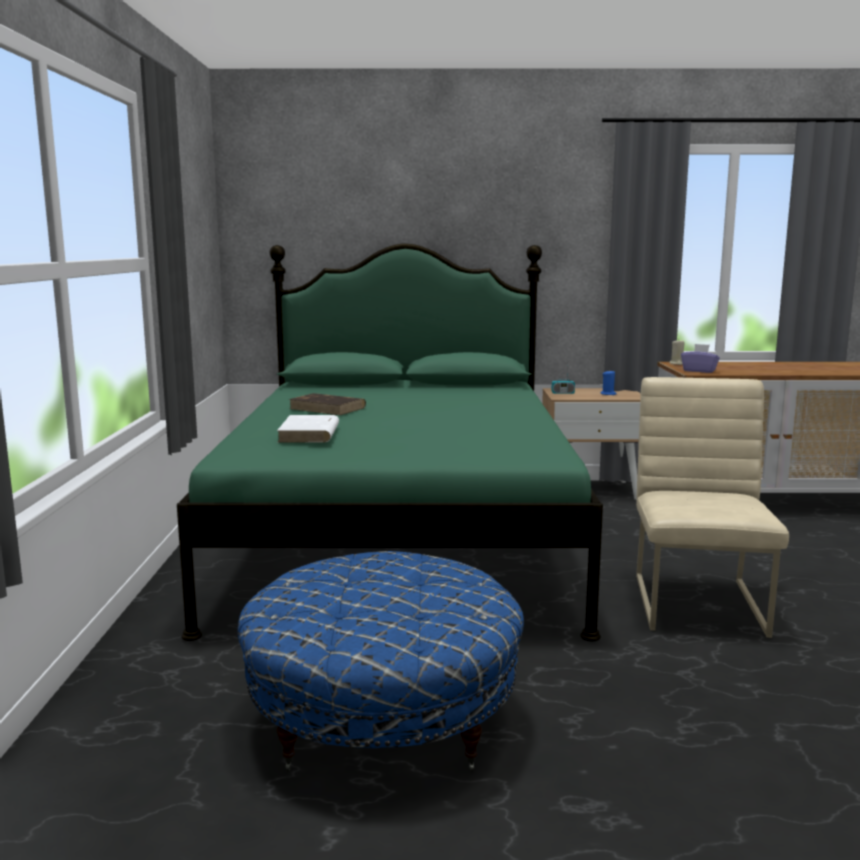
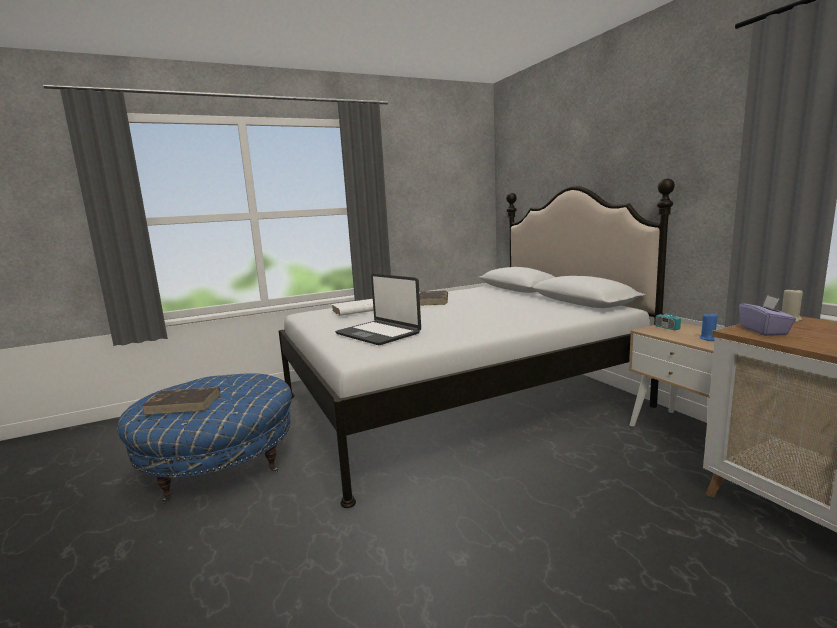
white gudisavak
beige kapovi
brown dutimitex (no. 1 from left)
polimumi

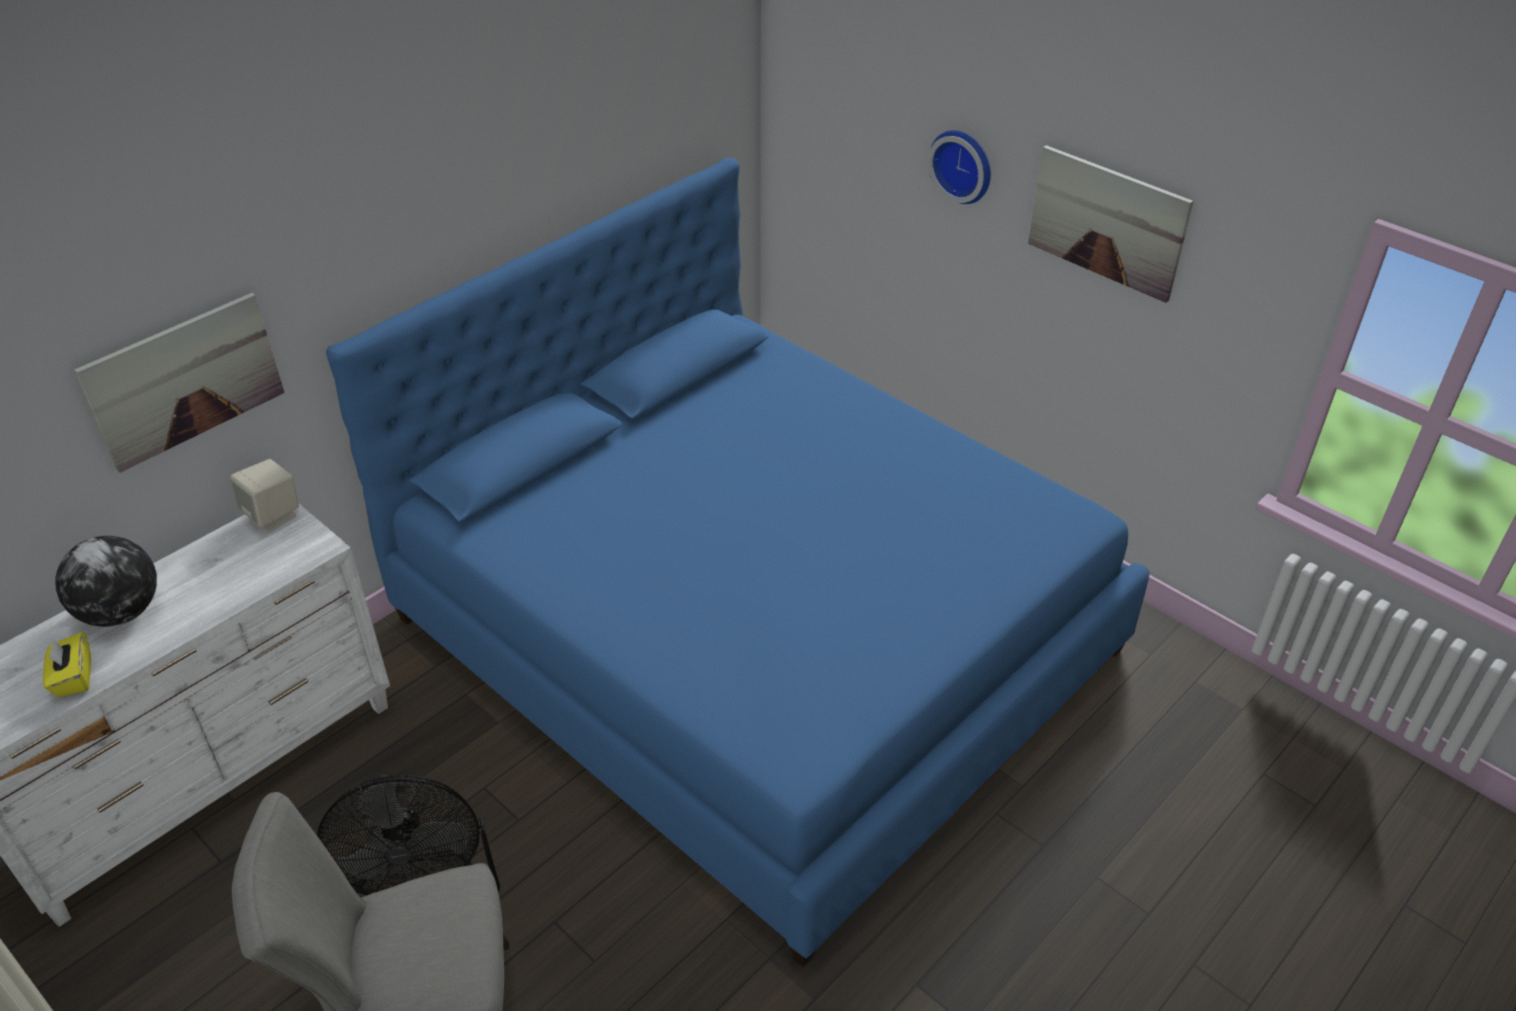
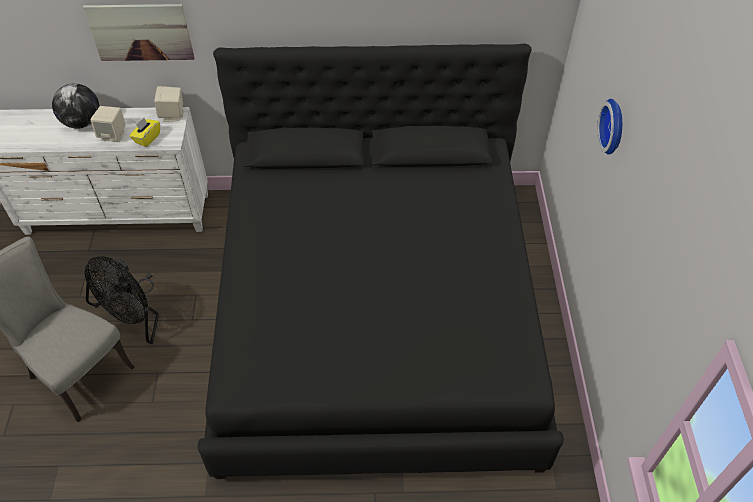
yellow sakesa
black gudisavak
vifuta (no. 2 from left in the first image)
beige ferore (no. 1 from left)

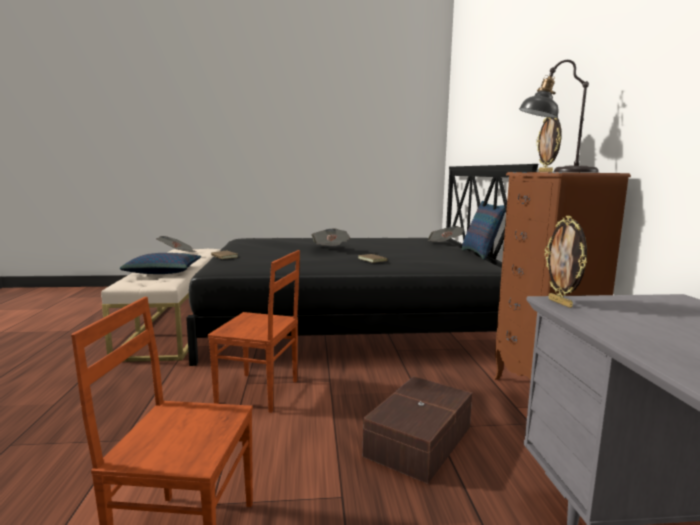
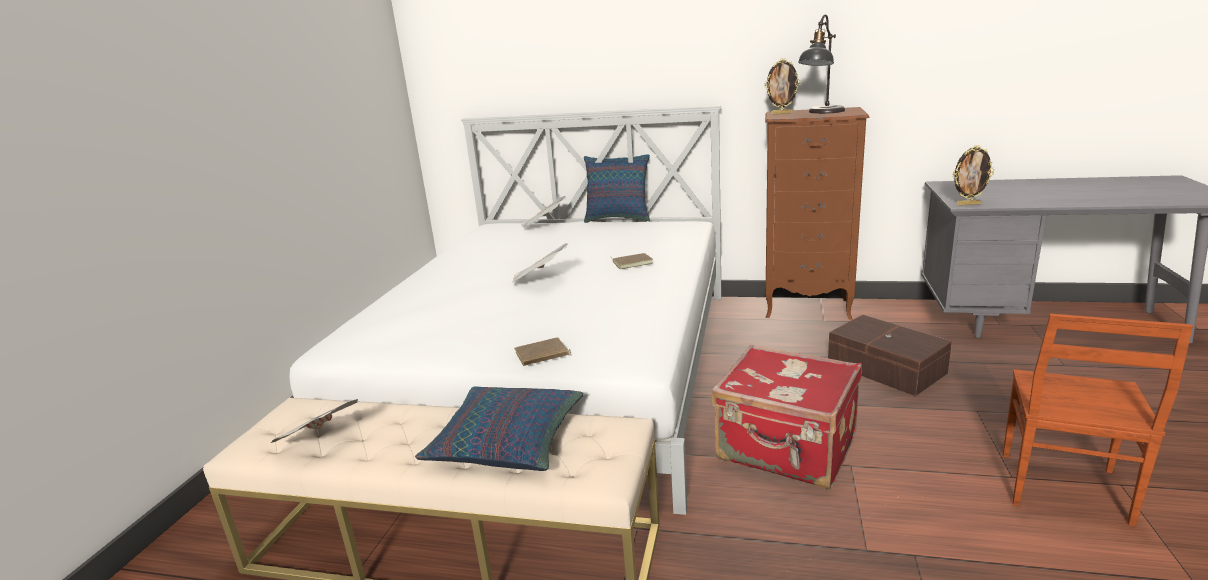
white gudisavak
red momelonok

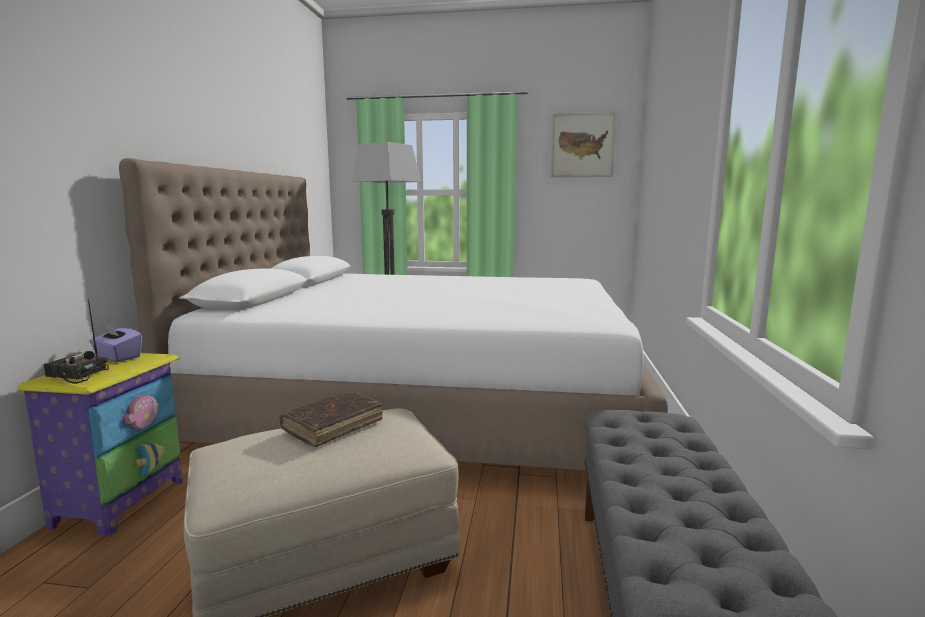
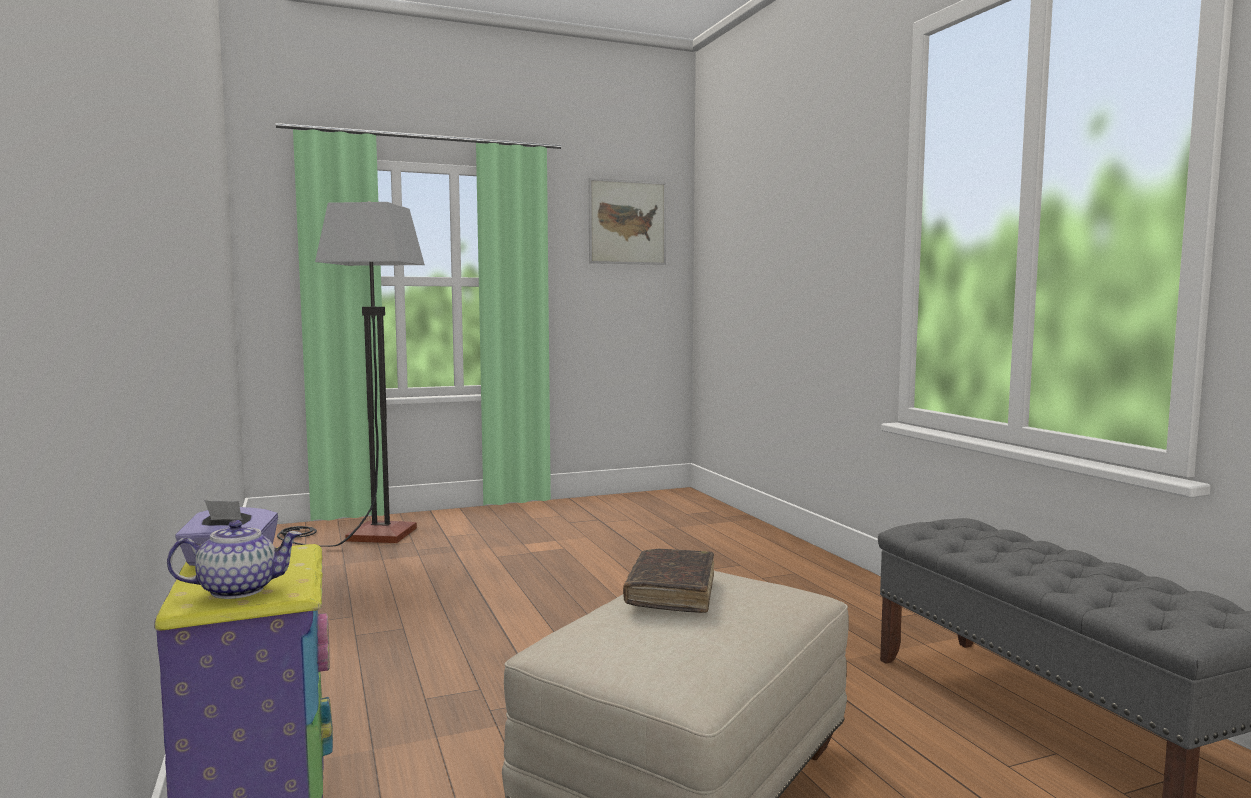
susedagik
white gudisavak

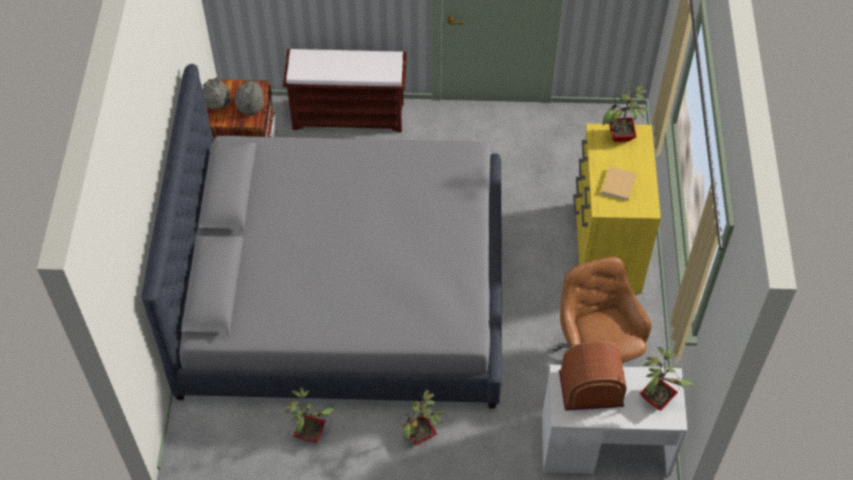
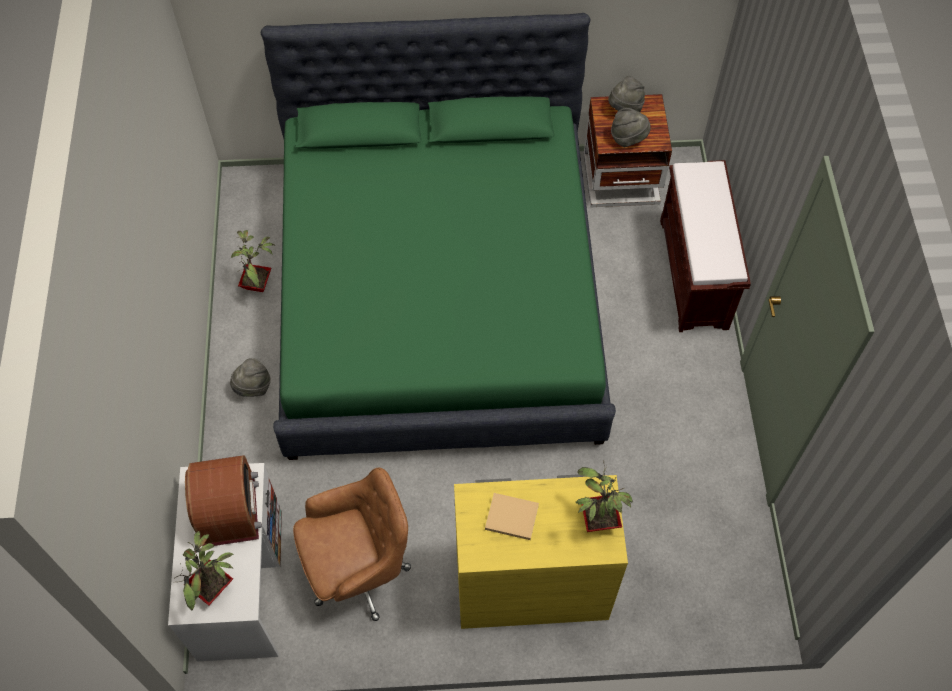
green gudisavak
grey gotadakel (no. 1 from left)

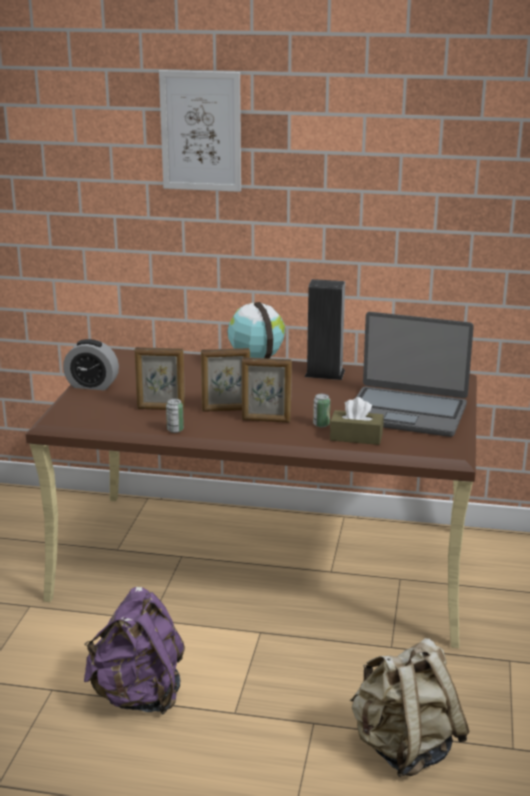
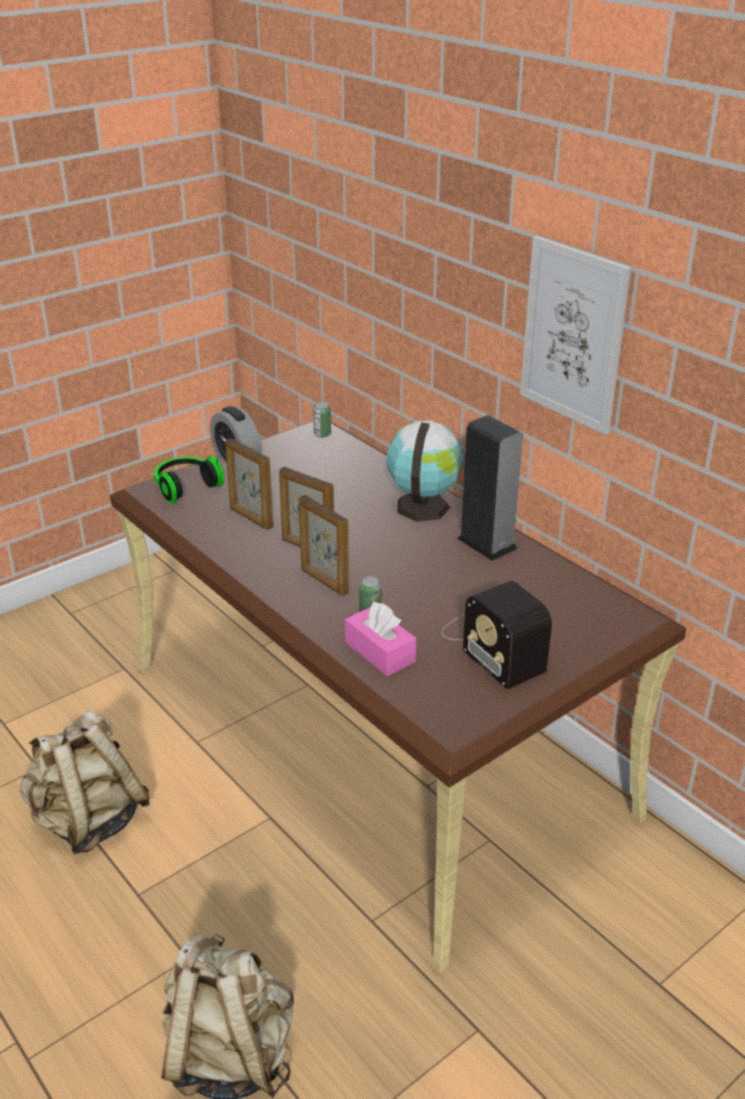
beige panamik (no. 1 from left)
vifuta
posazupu (no. 1 from left)
pink sakesa
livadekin
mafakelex

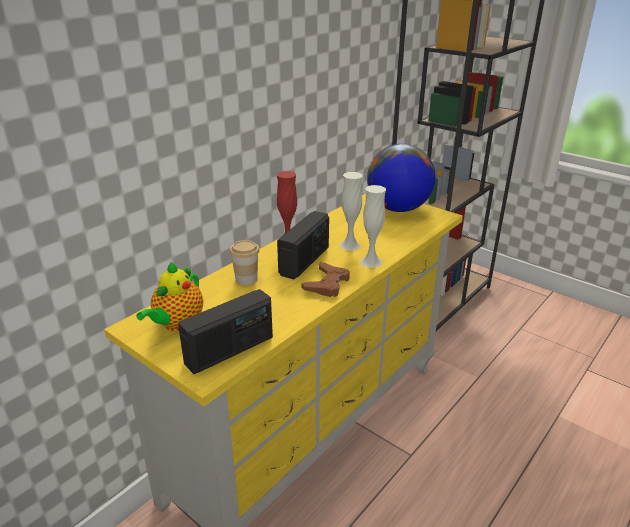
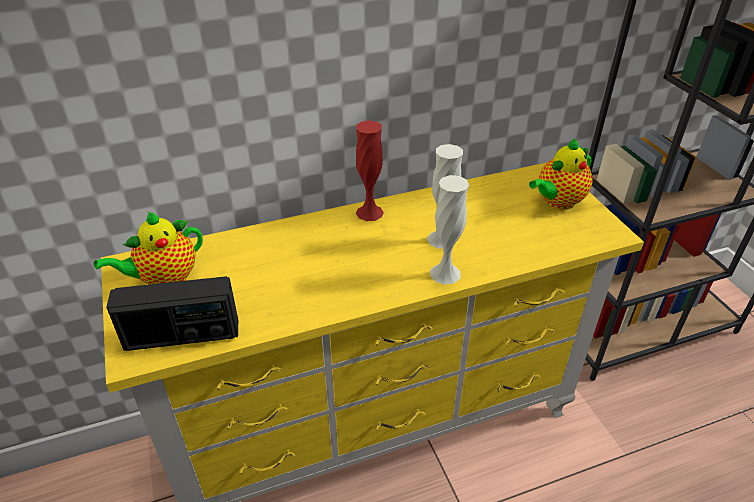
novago
livadekin (no. 2 from left in the first image)
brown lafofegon
susedagik (no. 2 from left)

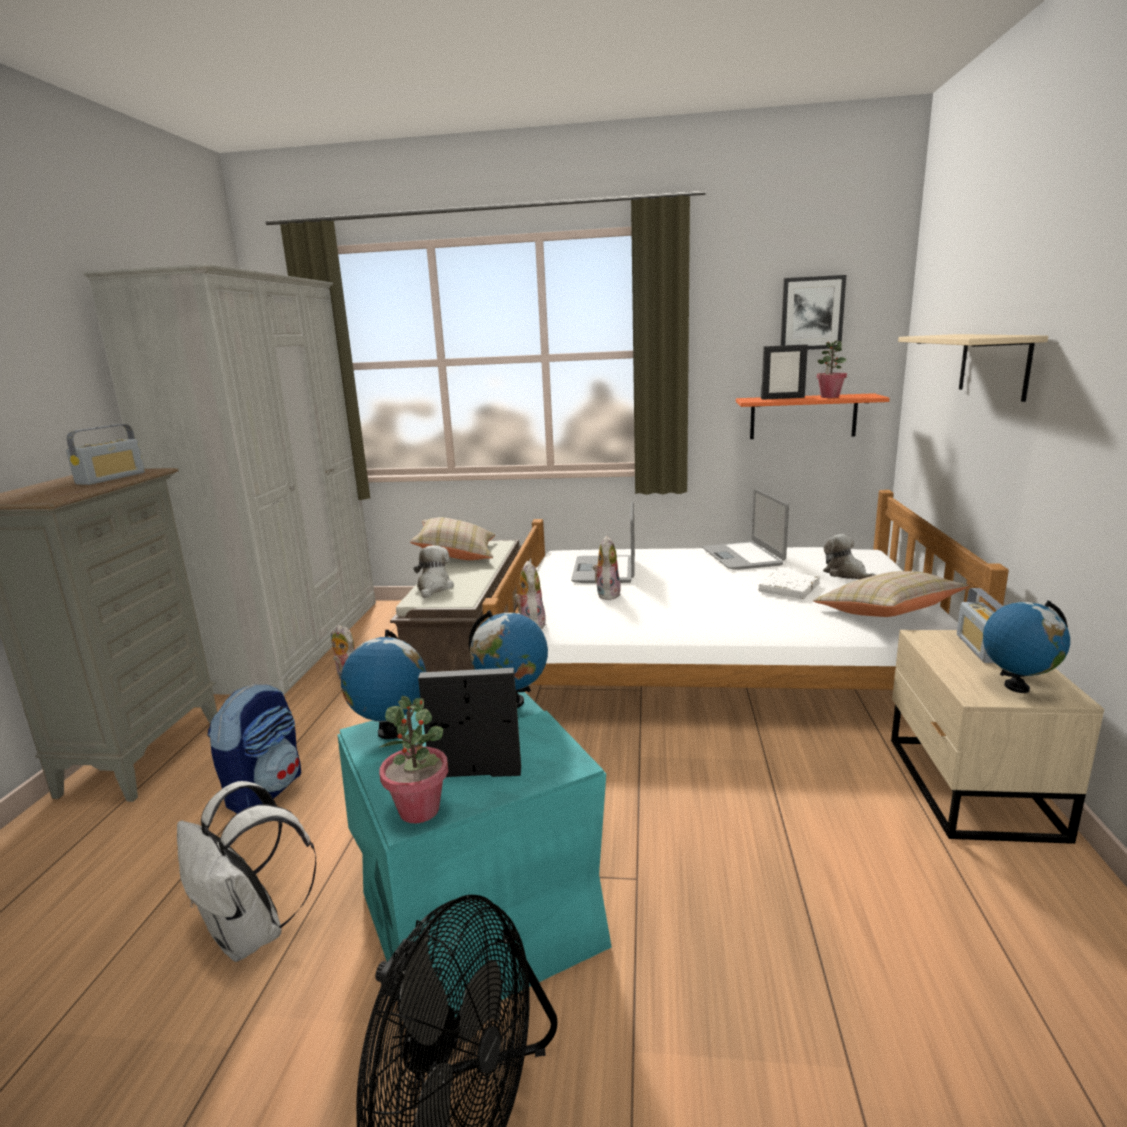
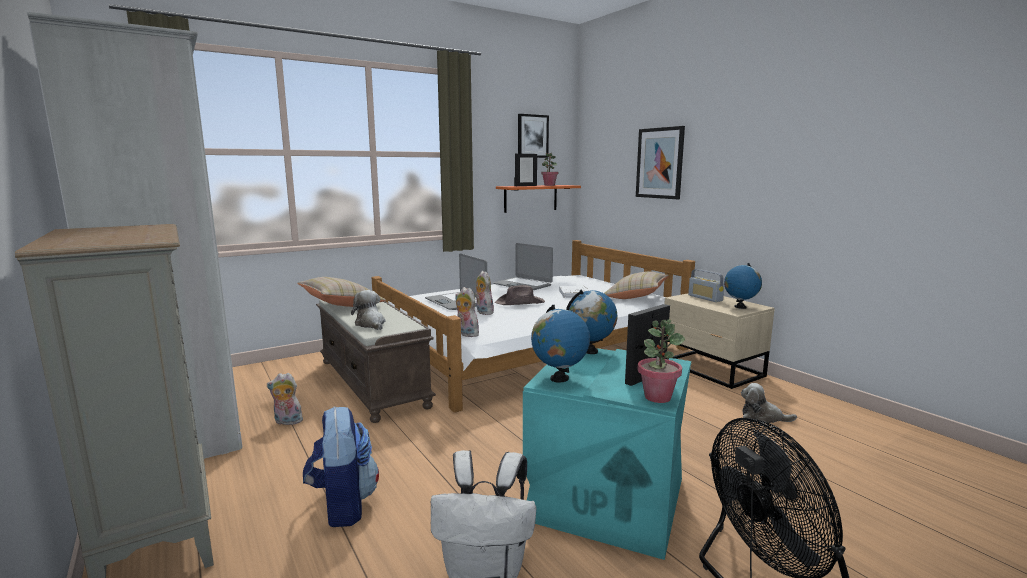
livadekin (no. 1 from left in the first image)
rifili (no. 5 from left)
vifuta (no. 2 from left)
brown gotadakel

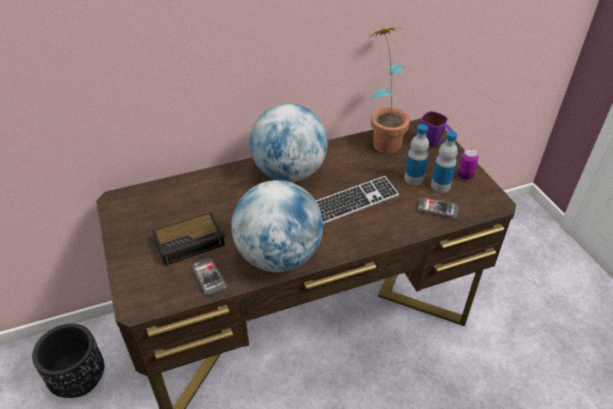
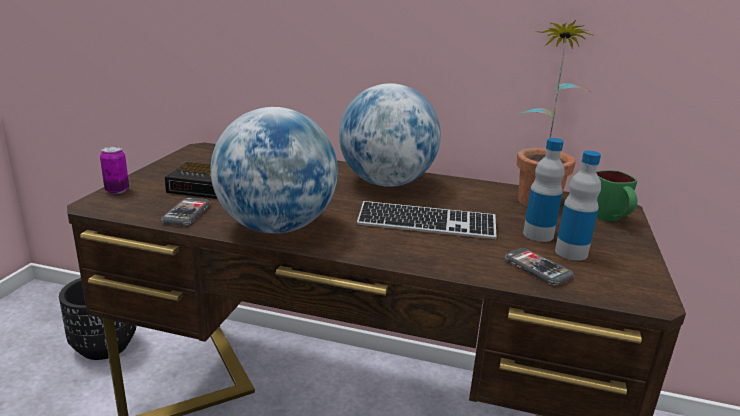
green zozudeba
posazupu

